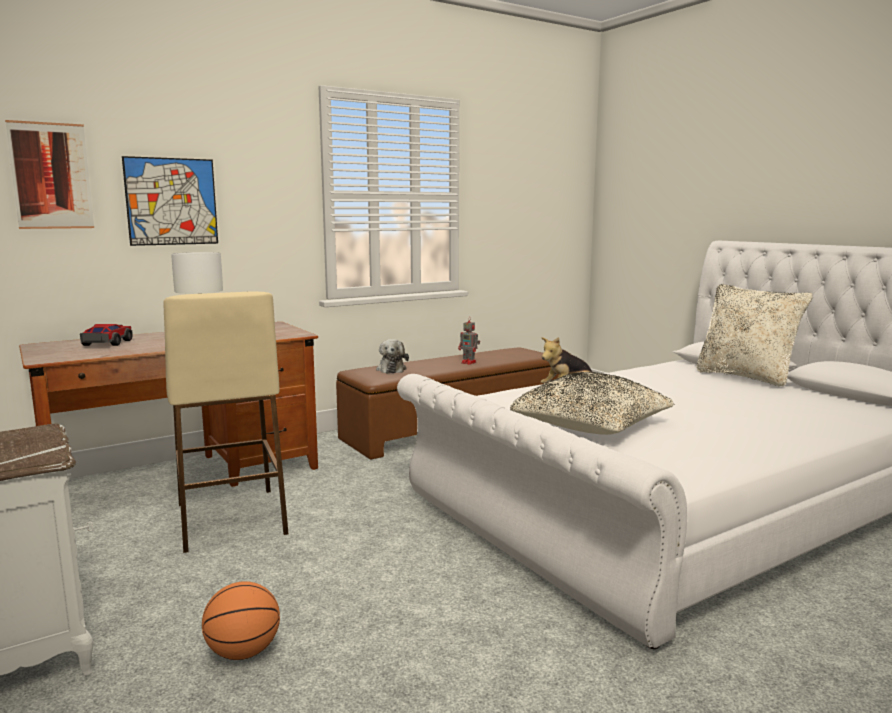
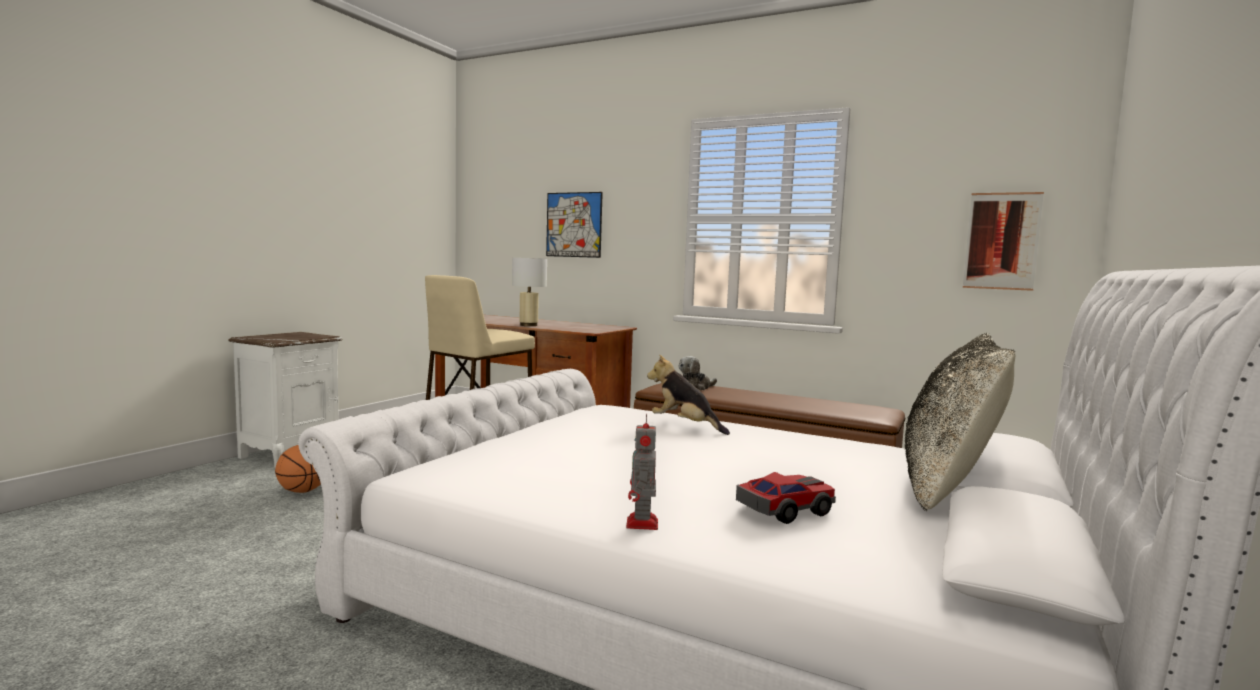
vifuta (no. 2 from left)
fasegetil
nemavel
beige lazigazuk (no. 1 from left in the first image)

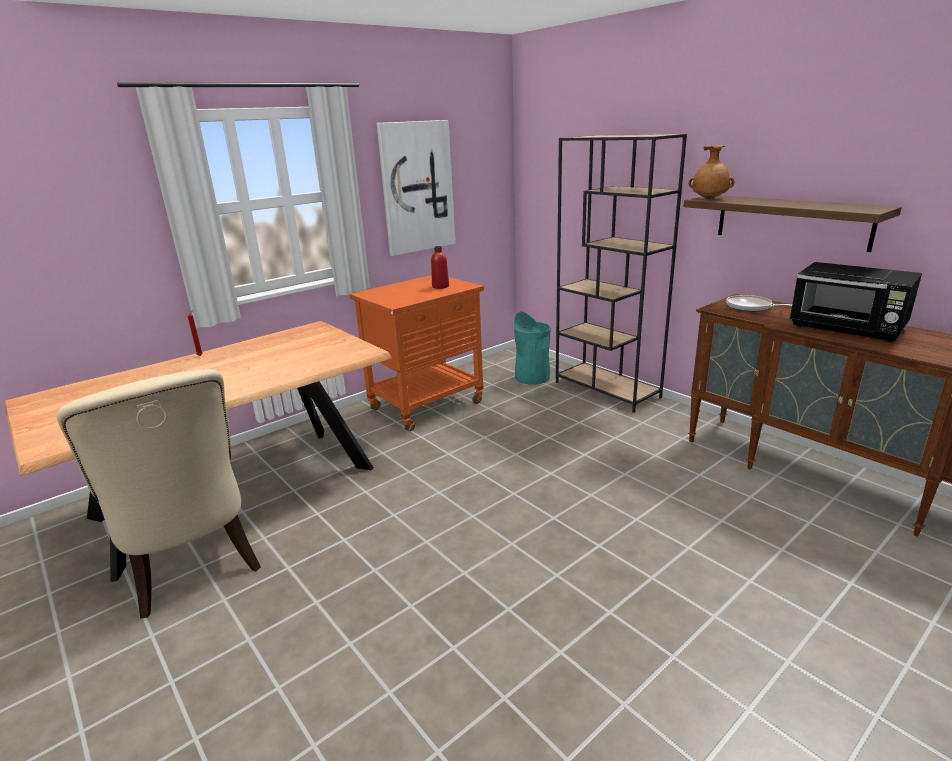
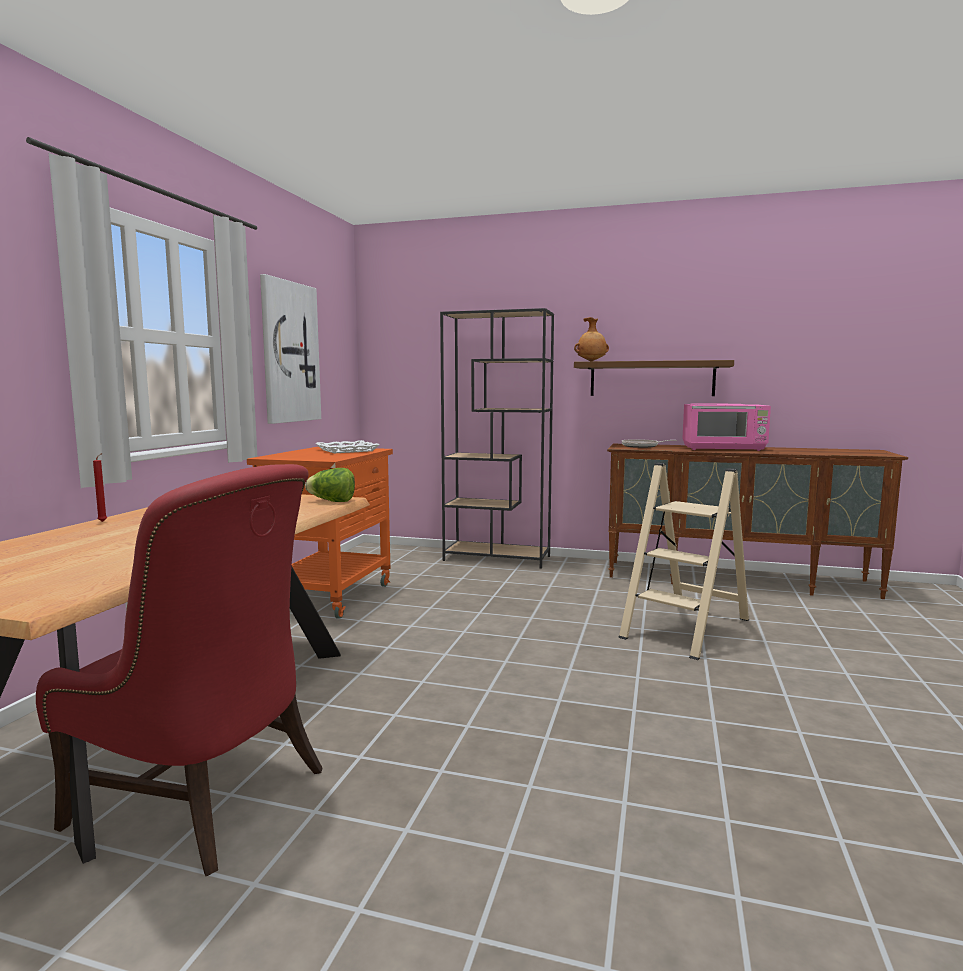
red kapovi
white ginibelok
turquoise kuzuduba
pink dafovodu
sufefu
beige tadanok

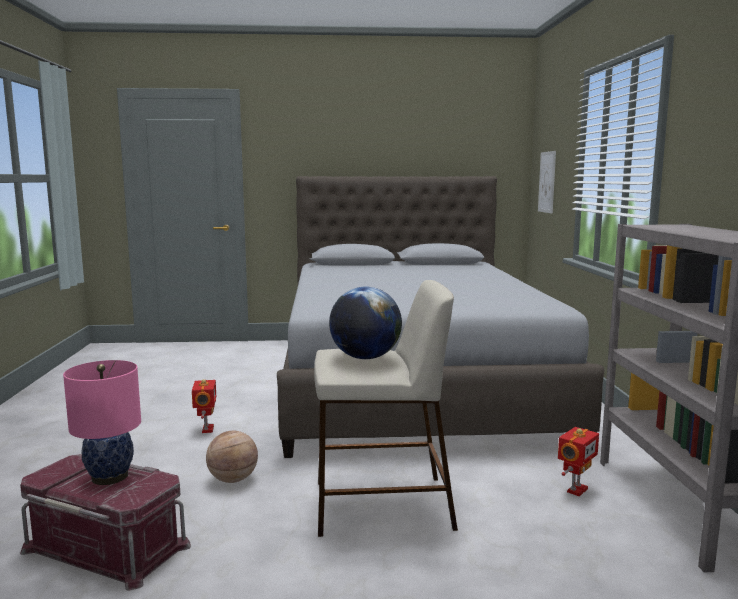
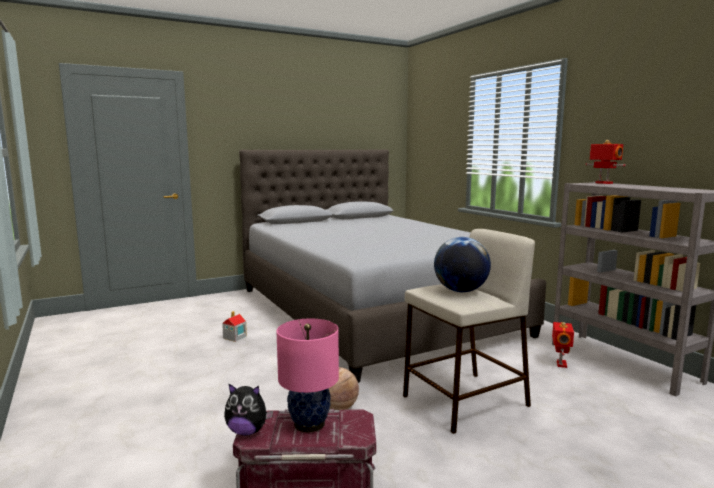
nemavel (no. 2 from left)
vifuta
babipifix
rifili

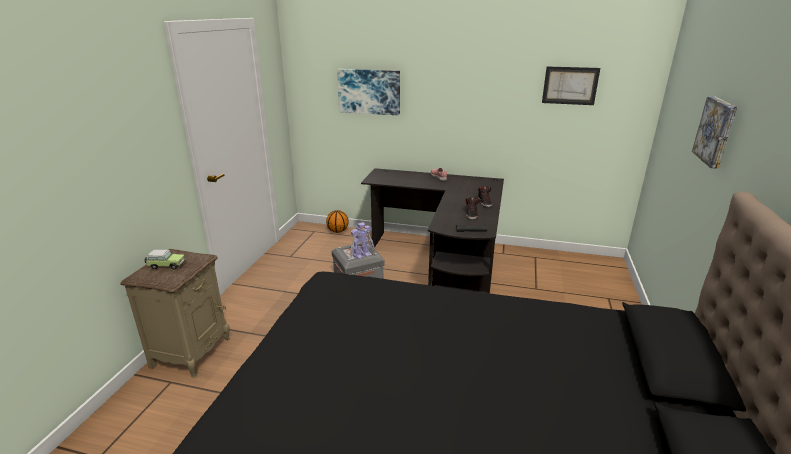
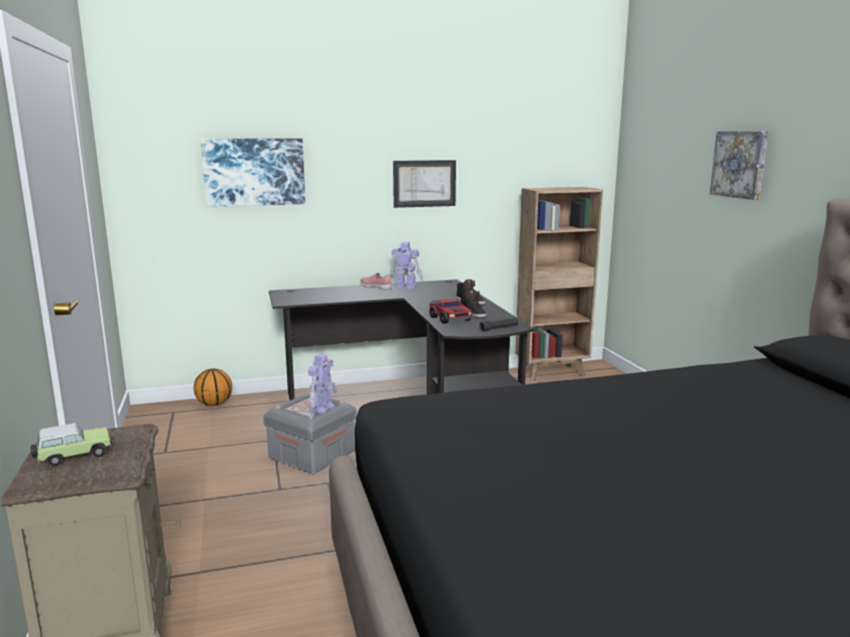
vifuta (no. 2 from left)
nemavel (no. 2 from left)
fasegetil (no. 2 from left)
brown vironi

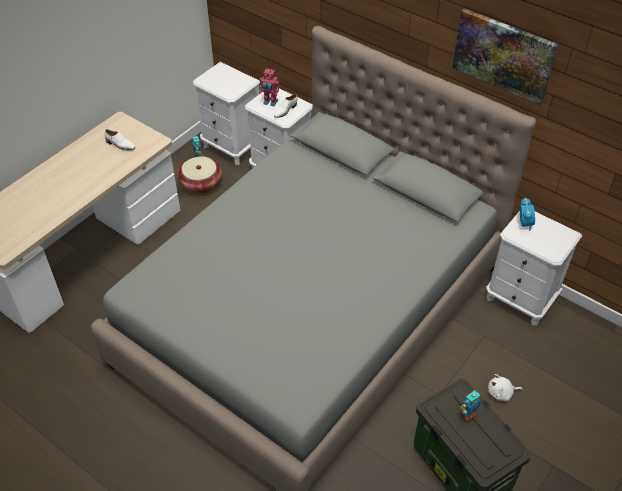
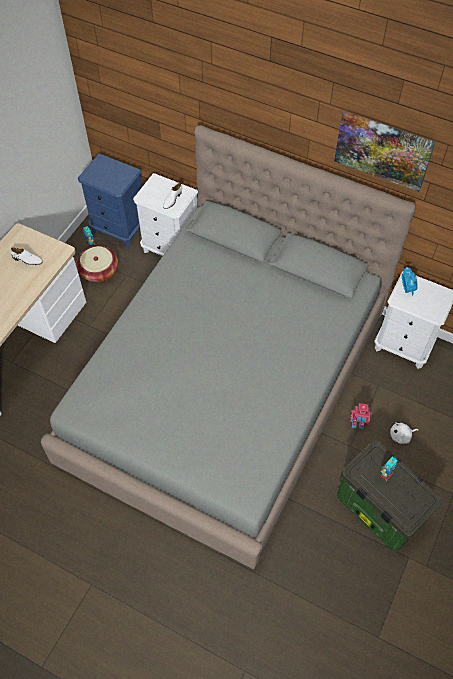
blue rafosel
nemavel (no. 2 from left)

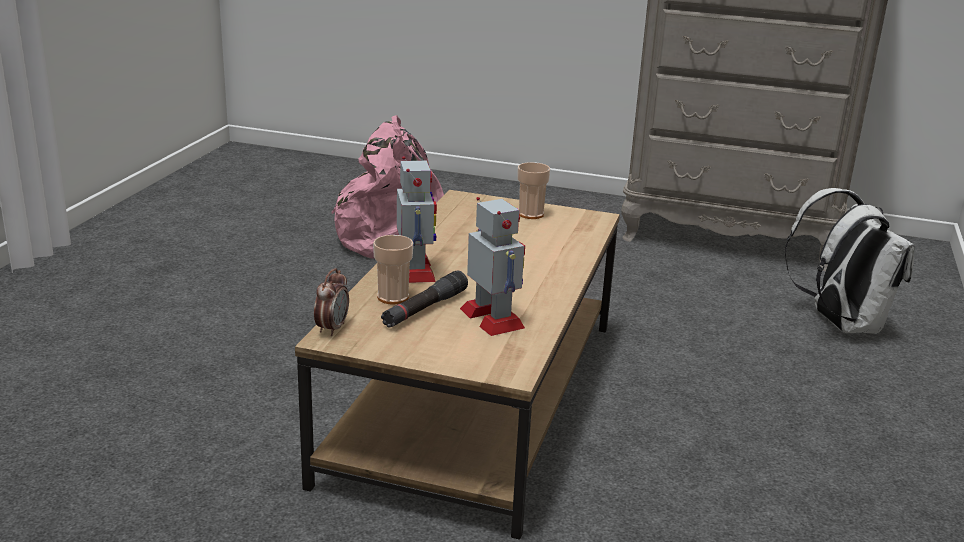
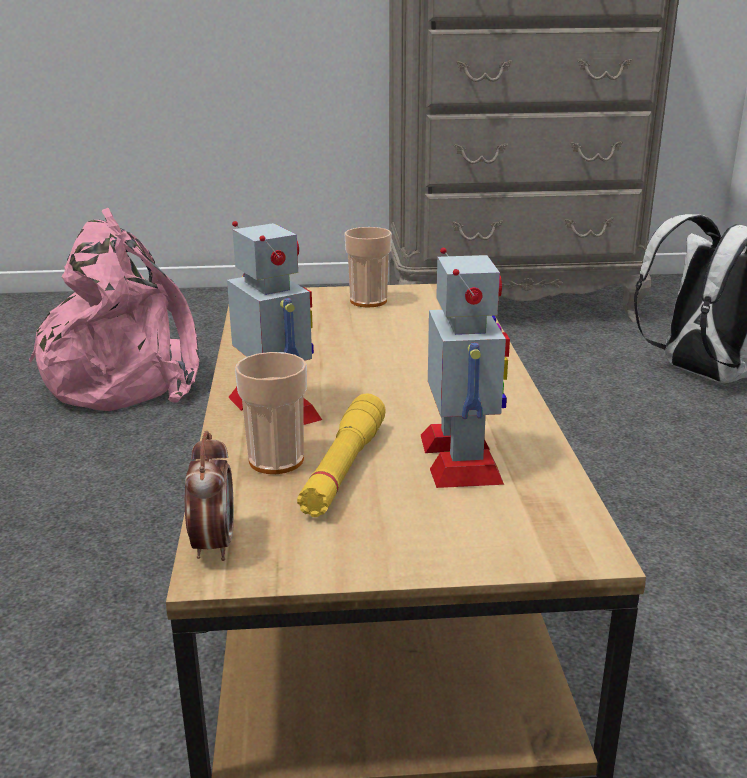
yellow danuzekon
nemavel (no. 2 from left)

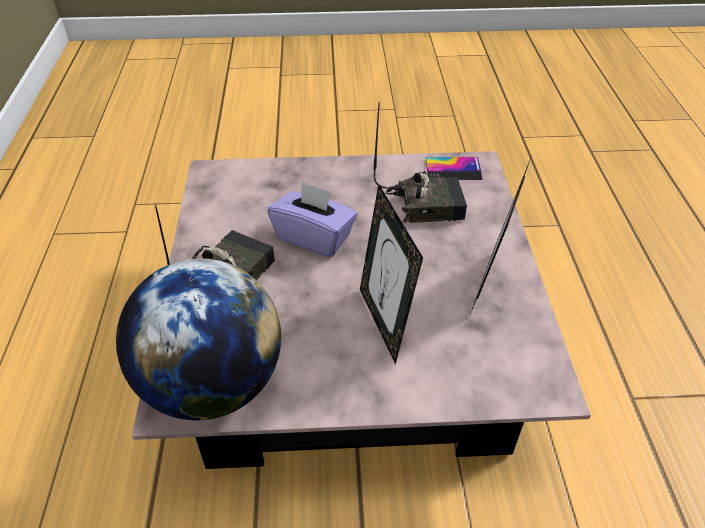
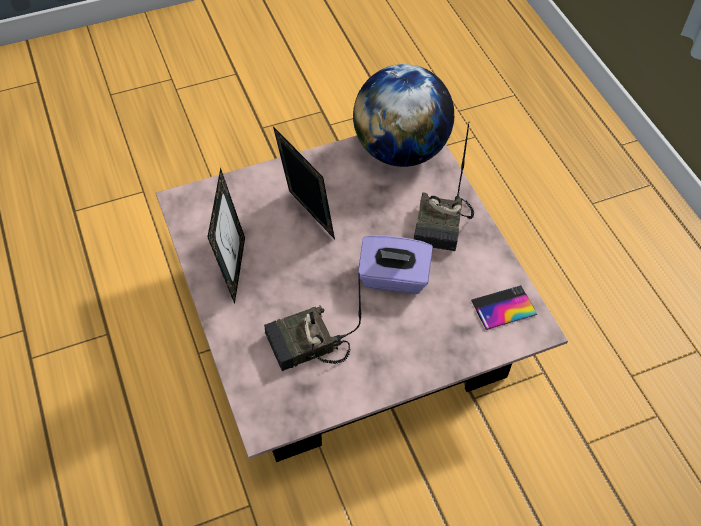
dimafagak

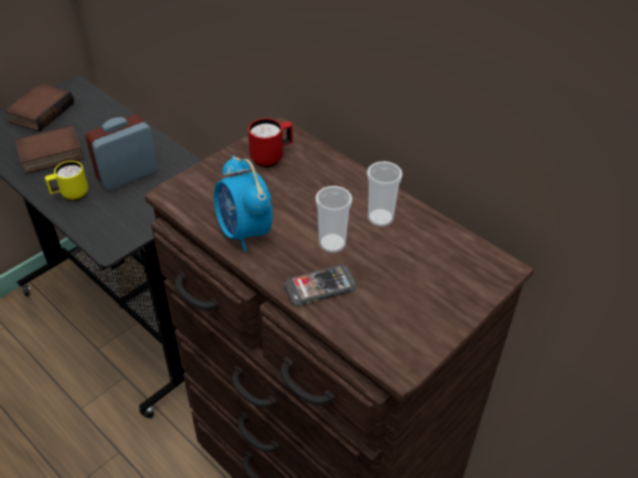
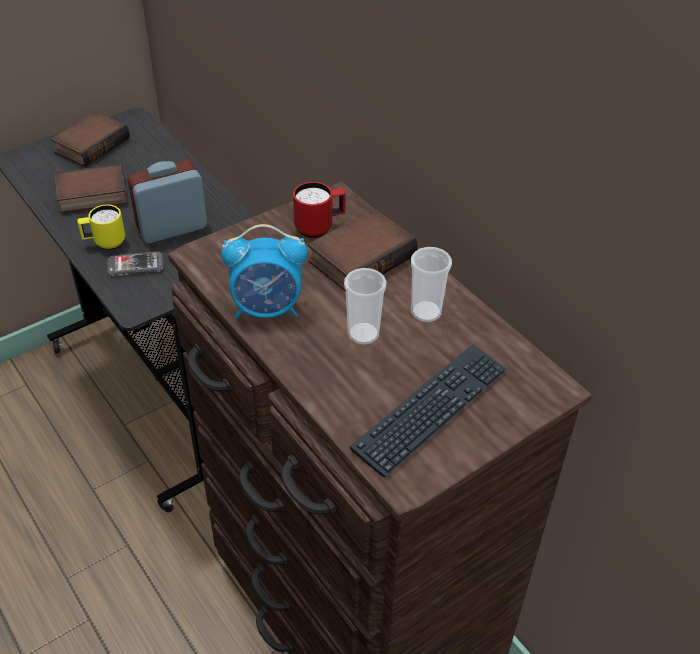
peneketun (no. 2 from left)
dimafagak
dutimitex (no. 3 from left)
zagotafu

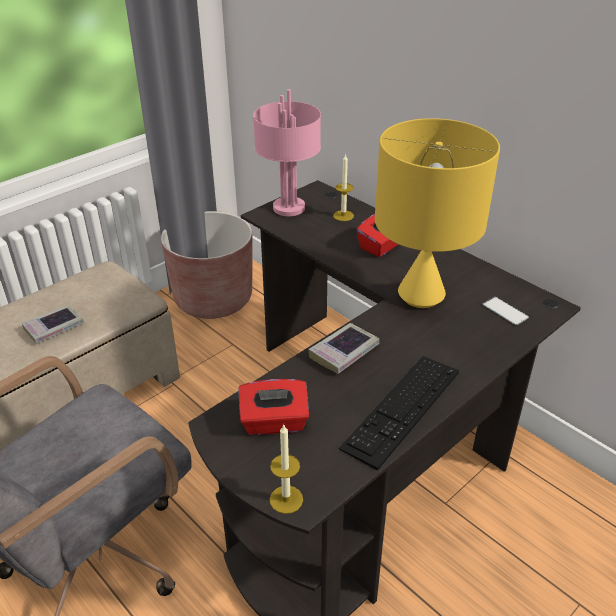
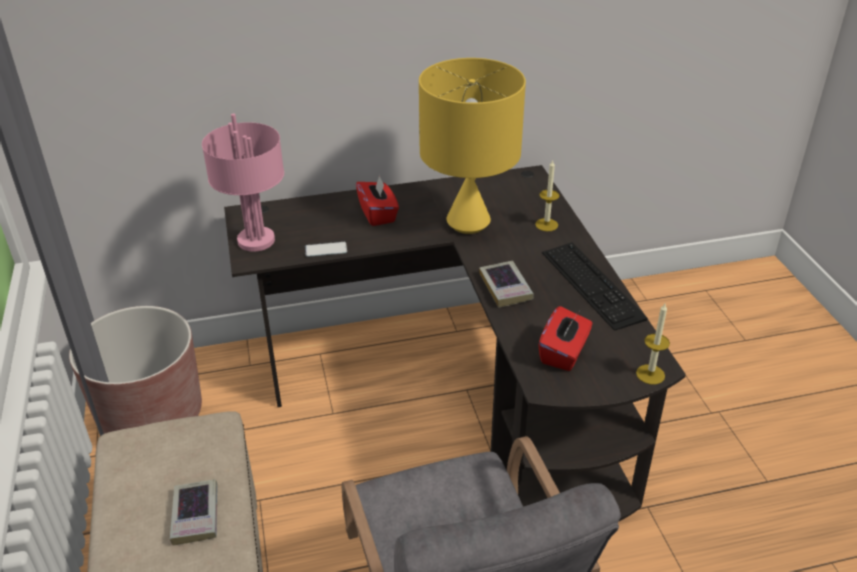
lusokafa (no. 1 from left)
dimafagak

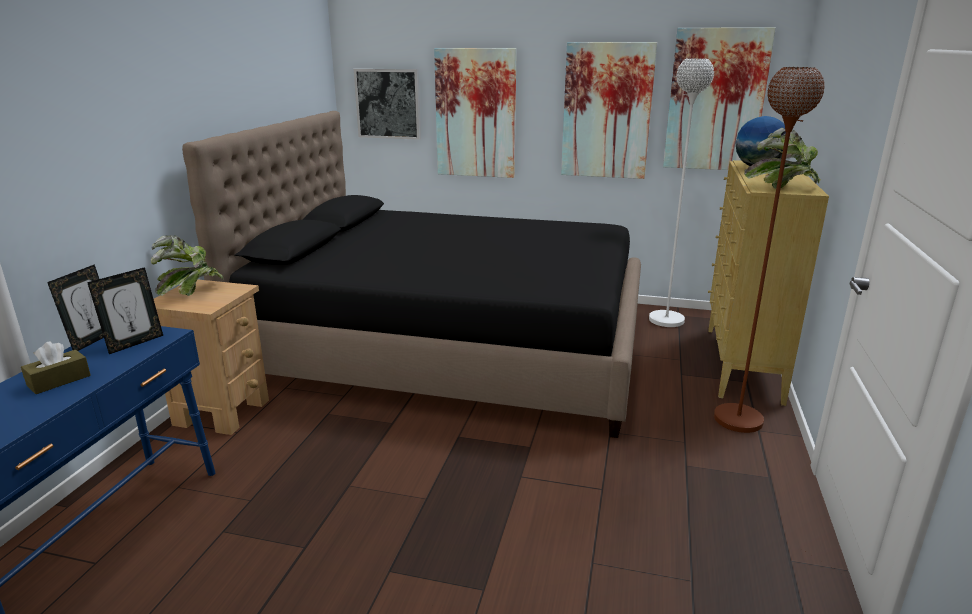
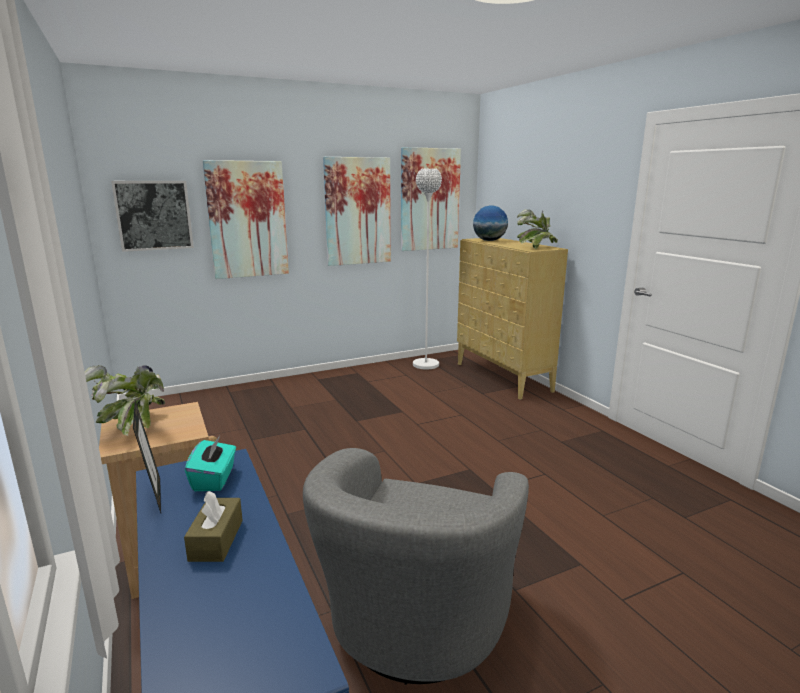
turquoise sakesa
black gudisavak
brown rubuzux
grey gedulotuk

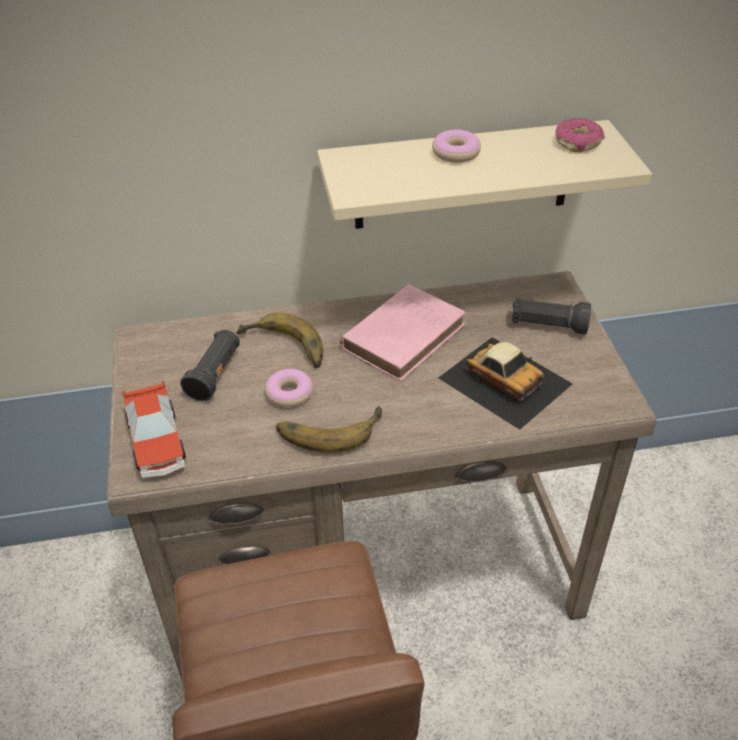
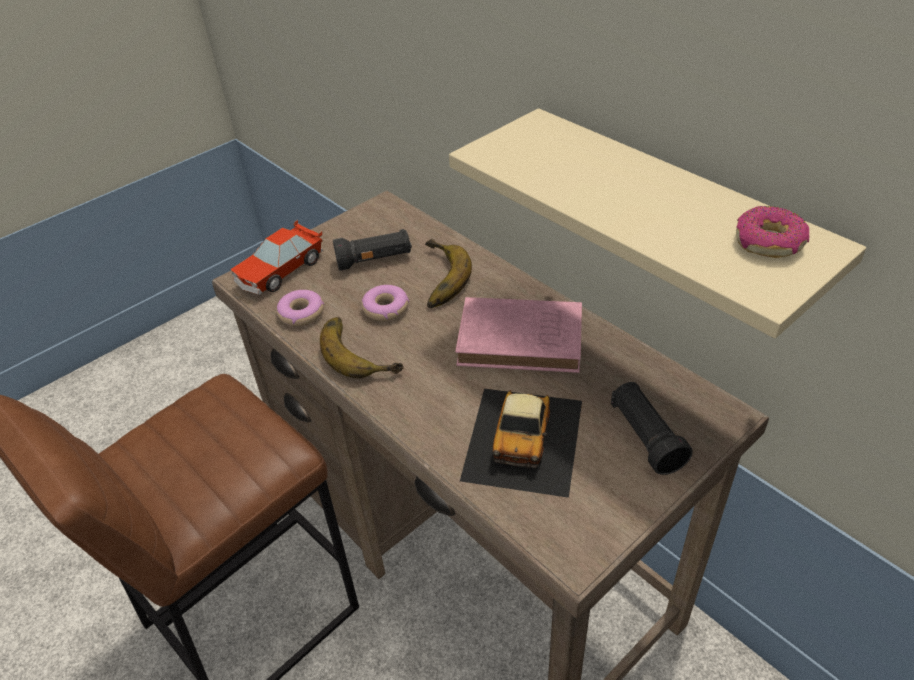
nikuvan (no. 1 from left)

